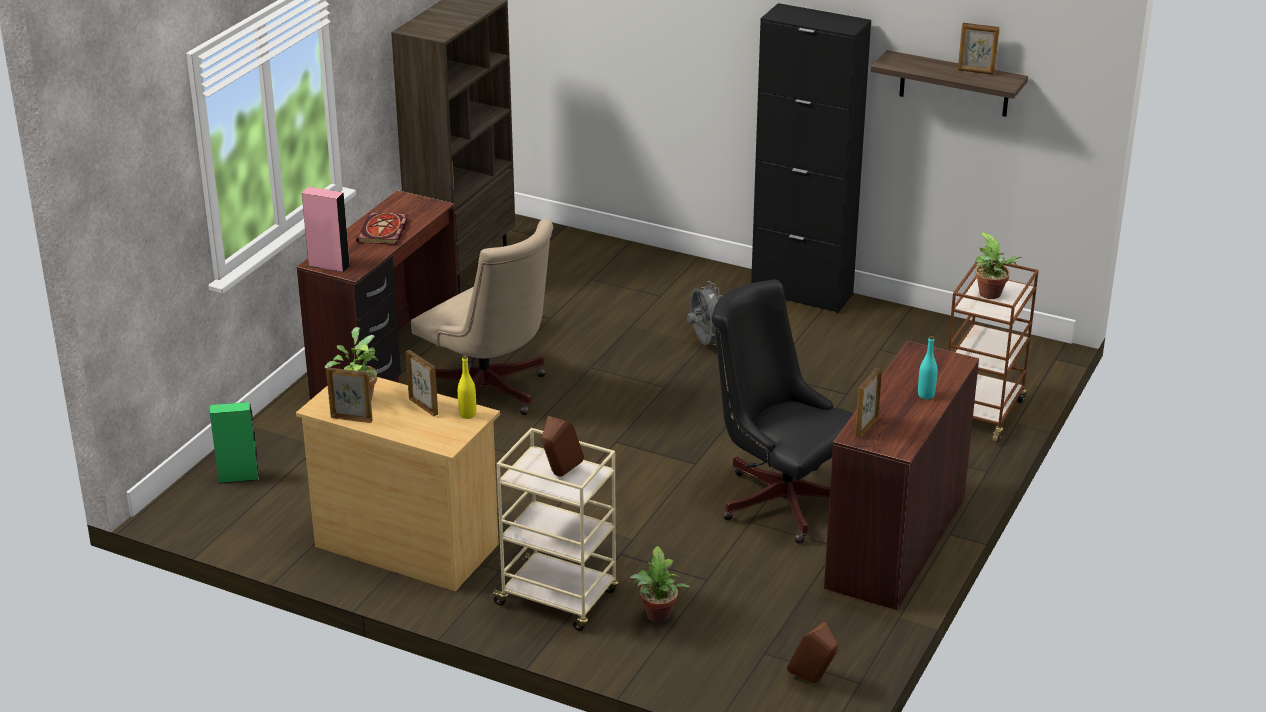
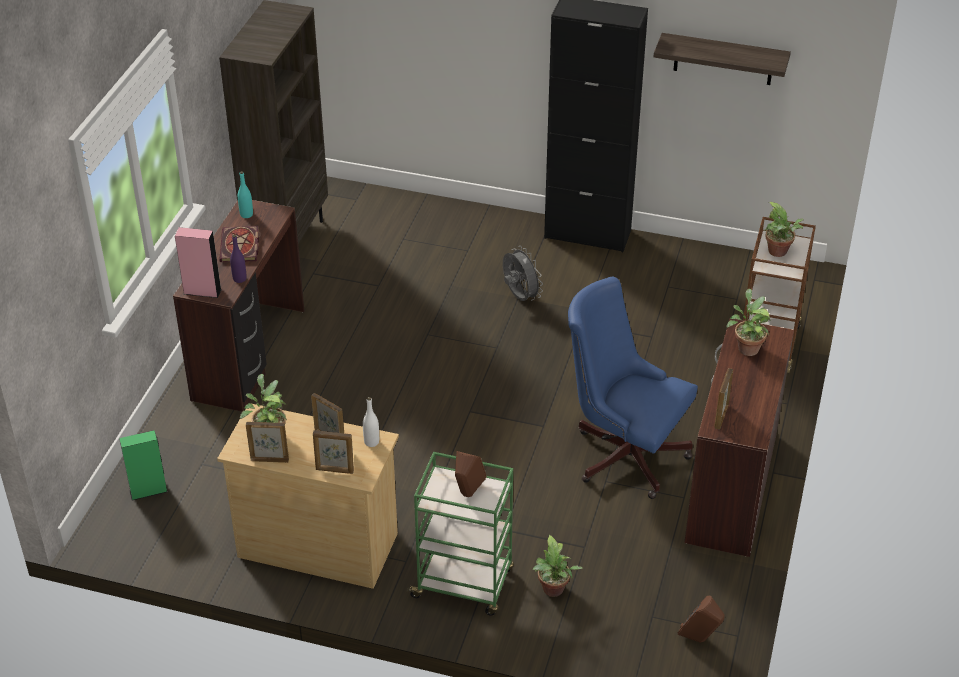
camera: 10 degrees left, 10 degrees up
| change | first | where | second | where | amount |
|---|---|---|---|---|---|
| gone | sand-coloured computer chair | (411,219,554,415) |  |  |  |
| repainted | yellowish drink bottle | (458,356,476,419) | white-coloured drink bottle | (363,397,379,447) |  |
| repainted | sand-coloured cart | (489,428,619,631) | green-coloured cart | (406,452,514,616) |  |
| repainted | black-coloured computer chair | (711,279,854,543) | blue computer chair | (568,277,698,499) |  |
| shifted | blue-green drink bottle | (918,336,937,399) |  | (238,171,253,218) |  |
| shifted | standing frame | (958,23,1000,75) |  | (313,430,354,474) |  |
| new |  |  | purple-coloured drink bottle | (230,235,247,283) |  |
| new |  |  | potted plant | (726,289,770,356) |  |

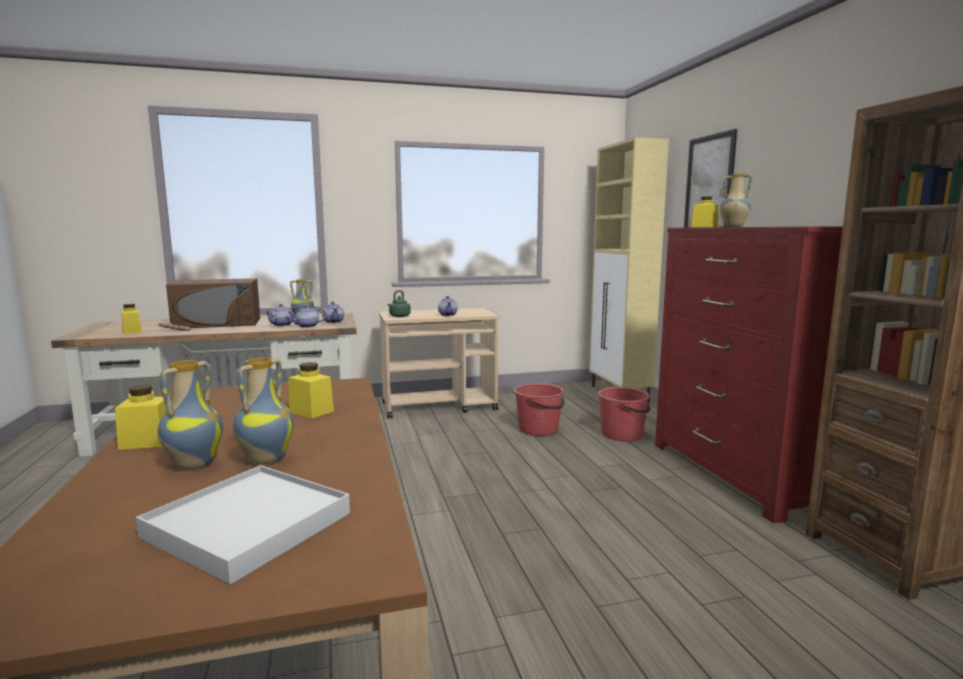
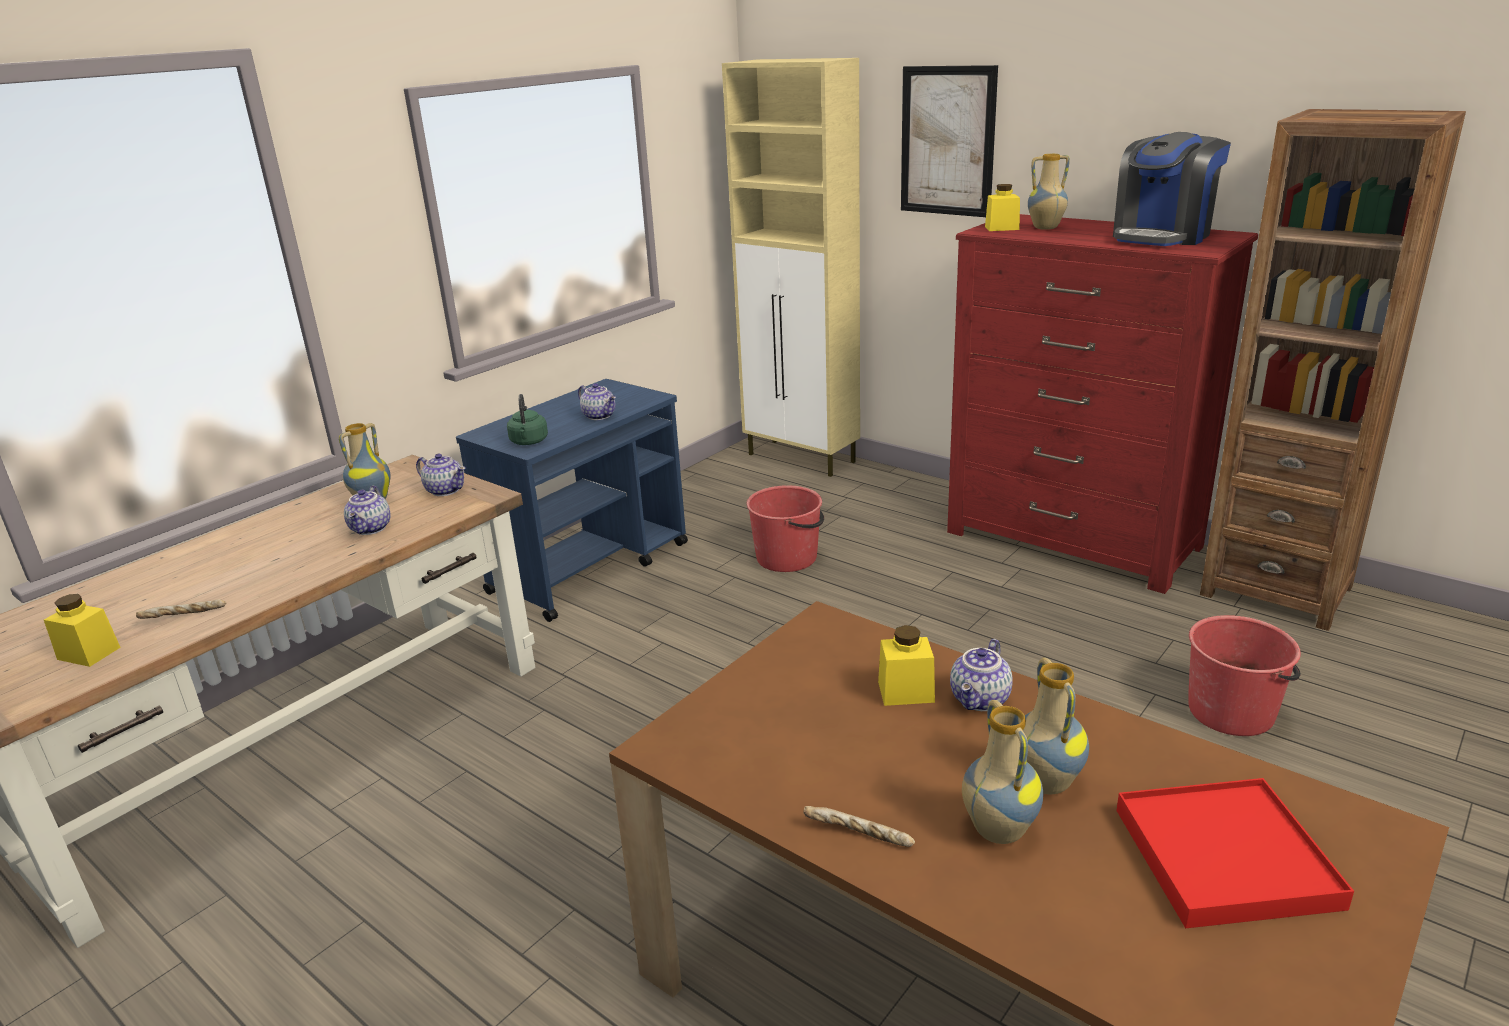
camera: 35 degrees left, 15 degrees up
| change | first | where | second | where | amount |
|---|---|---|---|---|---|
| swapped | yellowish storage jar | (115,385,167,450) | baked bread | (803,806,915,847) |  |
| repainted | white-coloured tray | (136,465,350,584) | reddish tray | (1117,778,1354,928) |  |
| gone | brown-coloured microwave oven | (166,278,260,328) |  |  |  |
| shifted | teapot | (288,305,326,328) |  | (950,639,1013,711) |  |
| repainted | sand-coloured cart | (379,308,499,419) | blue cart | (456,379,688,622) |  |
| shifted | reddish water bucket | (598,387,650,441) |  | (1188,615,1301,736) |  |
| new |  |  | coffee maker | (1113,132,1231,246) |  |

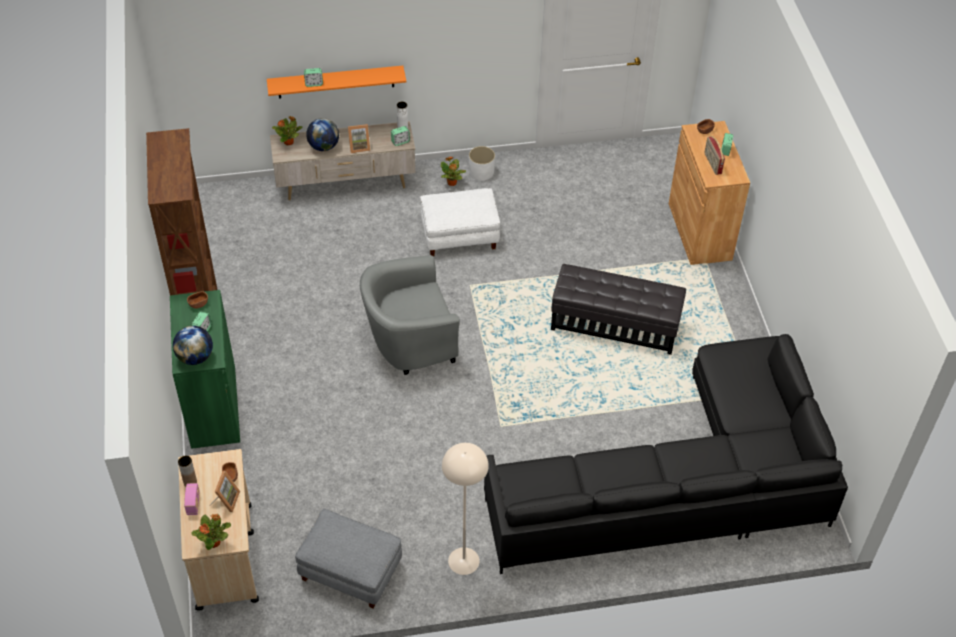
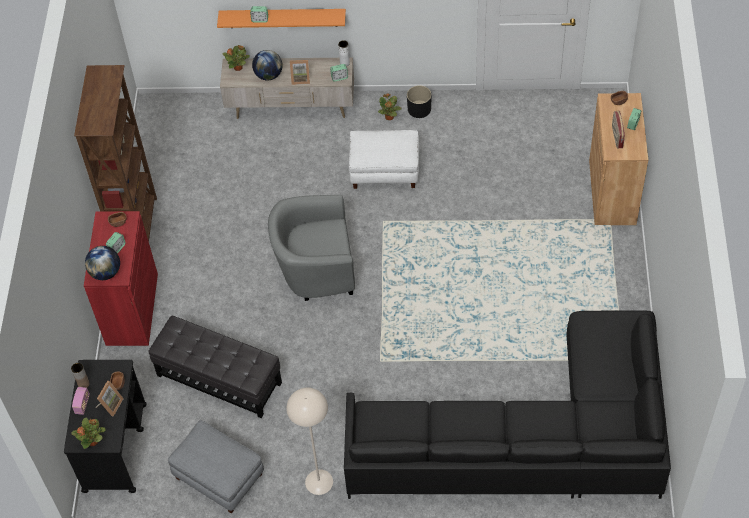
camera: 15 degrees right, 5 degrees up
| change | first | where | second | where | amount |
|---|---|---|---|---|---|
| repainted | green-coloured cupboard | (170,290,240,449) | reddish cupboard | (84,211,158,346) |  |
| repainted | sand-coloured cart | (178,449,259,611) | black-coloured cart | (64,360,146,493) |  |
| repainted | white-coloured flower pot | (469,146,495,181) | black-coloured flower pot | (407,85,431,118) |  |
| shifted | black-coloured pouffe | (551,264,686,355) |  | (148,316,282,418) |  |

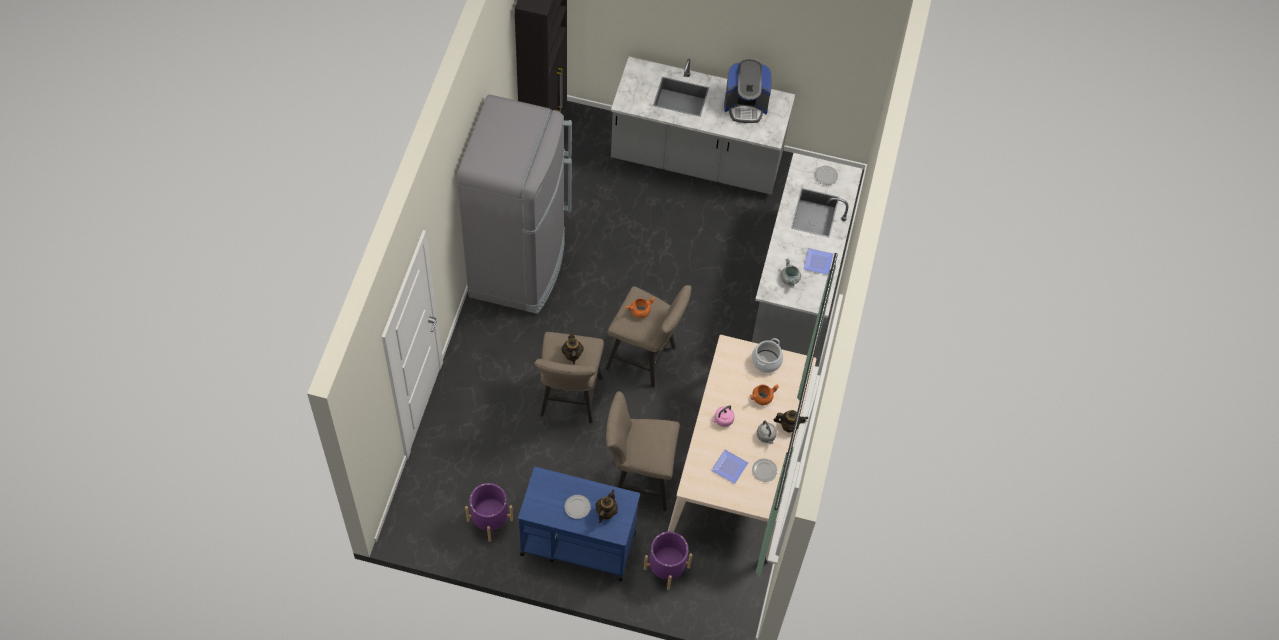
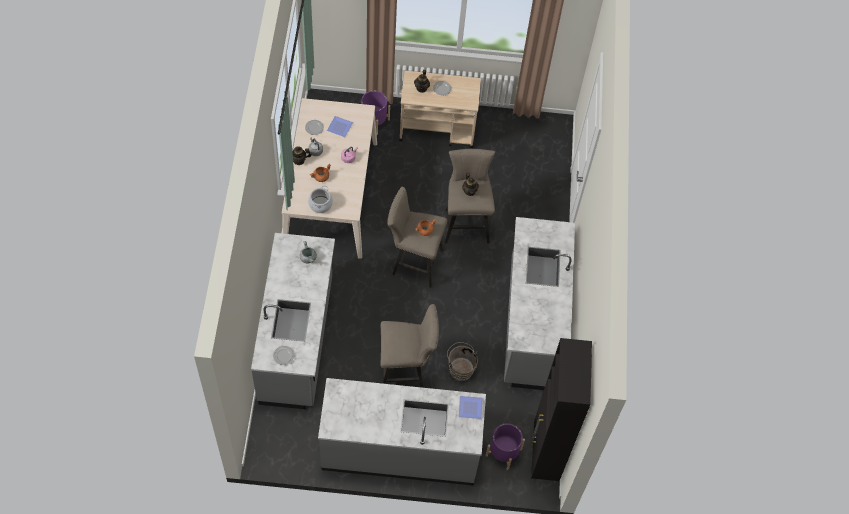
camera: 170 degrees right, 0 degrees up
| change | first | where | second | where | amount |
|---|---|---|---|---|---|
| swapped | gray fridge | (457,95,572,314) | gray counter | (504,217,575,390) |  |
| shifted | purple-coloured flower pot | (465,483,513,542) |  | (485,423,525,470) |  |
| repainted | blue cart | (518,467,640,582) | sand-coloured cart | (399,71,481,148) |  |
| shifted | sand-coloured stool seat | (606,391,680,511) |  | (380,304,439,388) |  |
| gone | coffee maker | (724,59,772,123) |  |  |  |
| shifted | flat dish | (803,248,833,275) |  | (459,396,483,419) |  |
| new |  |  | brown-coloured water bucket | (447,342,478,381) |  |

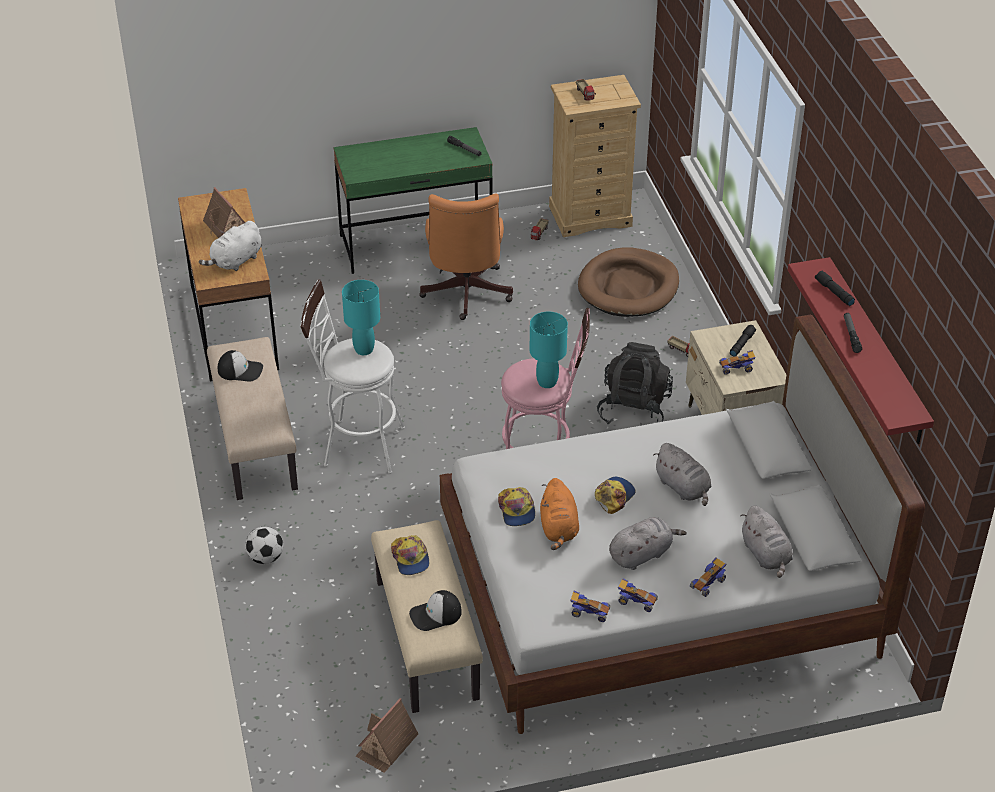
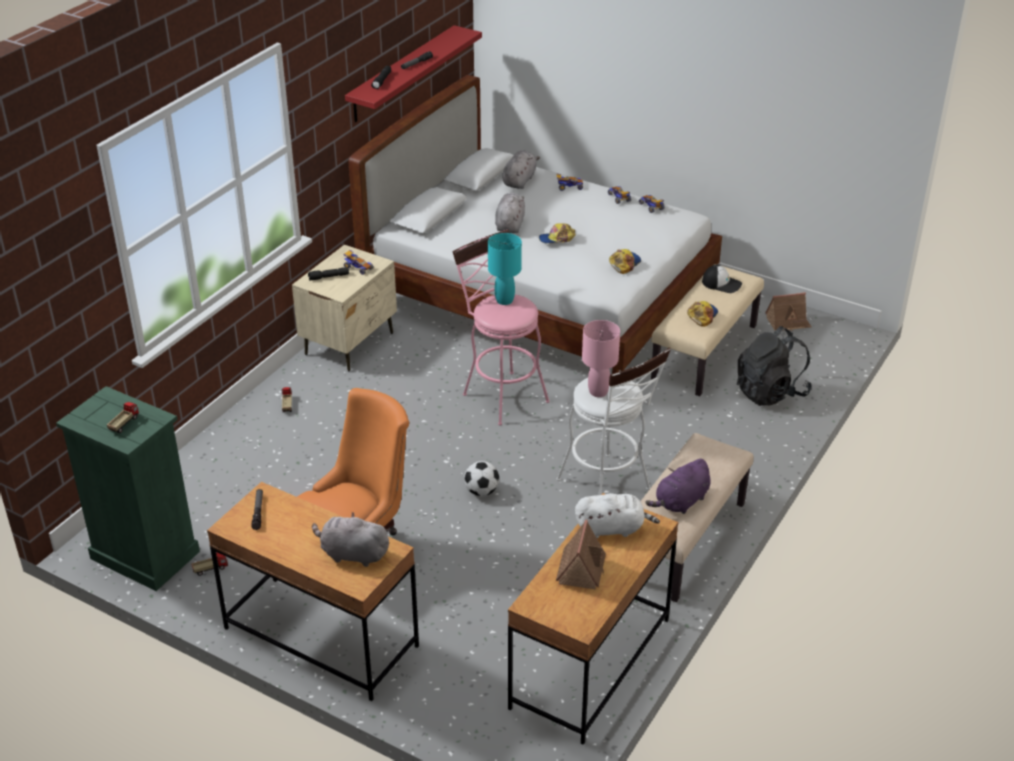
camera: 135 degrees left, 5 degrees down
| change | first | where | second | where | amount |
|---|---|---|---|---|---|
| swapped | peaked cap | (218,350,263,381) | purple-coloured soft toy | (645,459,710,514) |  |
| shifted | football | (245,526,283,564) |  | (464,461,499,496) |  |
| repainted | green-coloured desk table | (333,127,493,274) | brown-coloured desk table | (207,482,419,701) |  |
| repainted | blue-green tabletop lamp | (342,280,380,355) | pinkish tabletop lamp | (582,320,620,397) |  |
| gone | orange soft toy | (540,478,579,550) |  |  |  |
| repainted | sand-coloured drawer chest | (549,75,641,237) | green-coloured drawer chest | (56,386,200,591) |  |
| gone | brown-coloured pet bed | (578,248,679,317) |  |  |  |
| shifted | black-coloured backpack | (597,342,673,424) |  | (737,326,812,406) |  |
| shifted | gray soft toy | (609,517,687,570) |  | (312,512,391,567) |  |

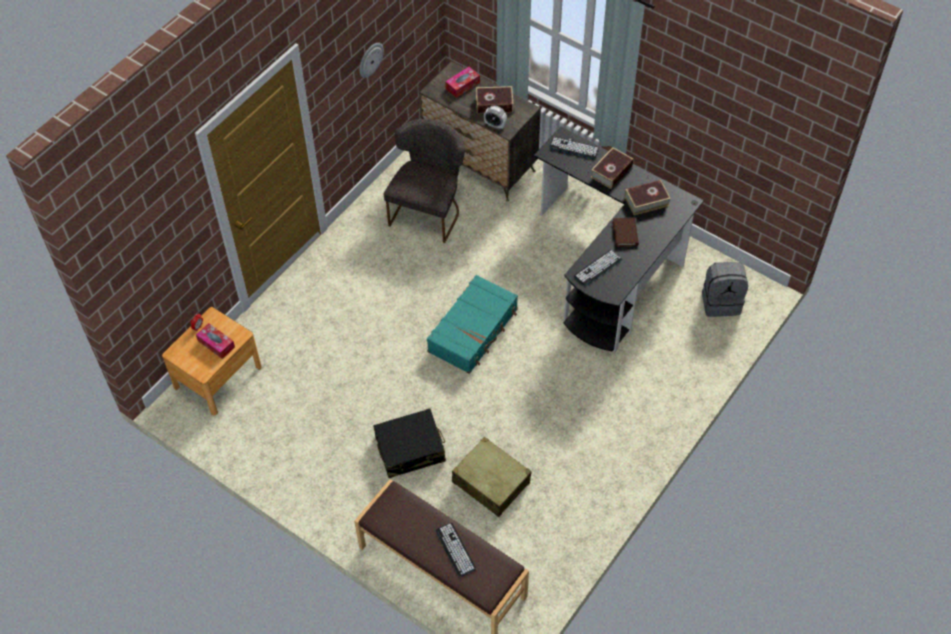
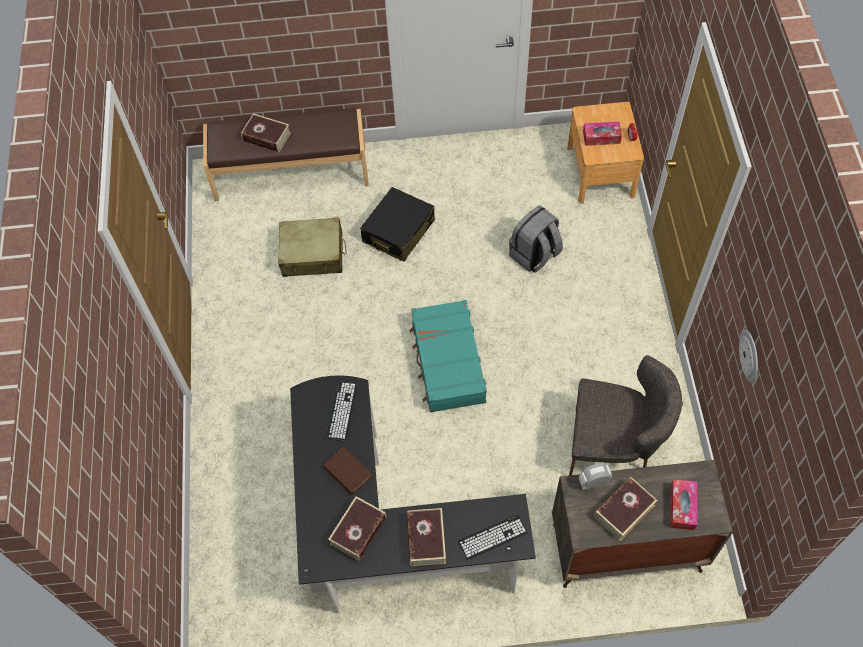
camera: 140 degrees right, 5 degrees up
| change | first | where | second | where | amount |
|---|---|---|---|---|---|
| rotated | gray upright chair | (384,119,465,243) |  | (569,355,683,475) | 60 degrees counterclockwise |
| swapped | PC keyboard | (435,523,476,577) | book | (241,114,291,152) |  |
| shifted | gray backpack | (702,262,748,317) |  | (509,205,563,273) |  |

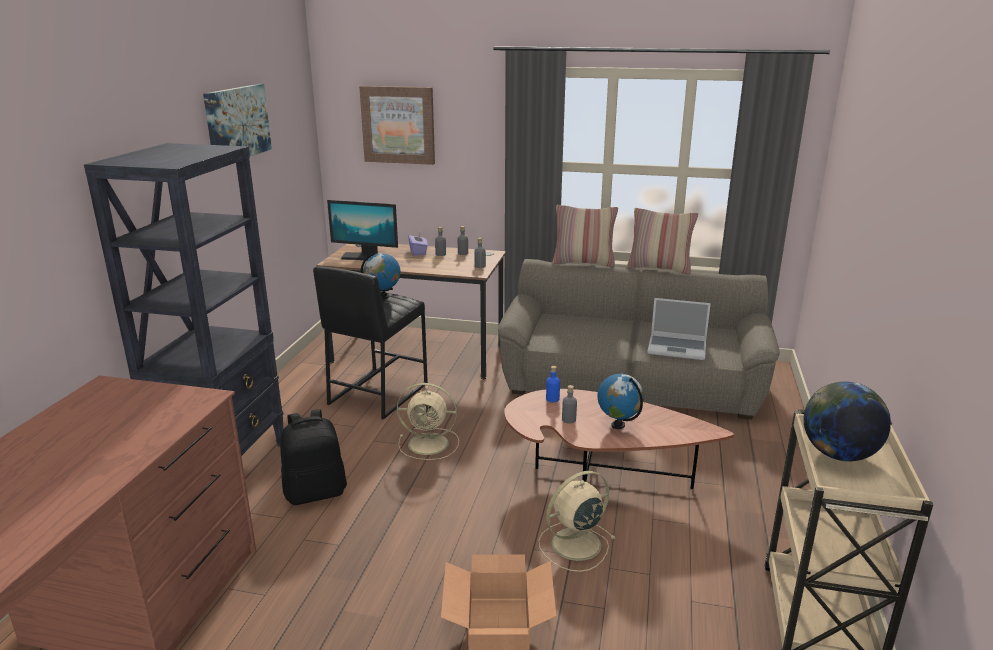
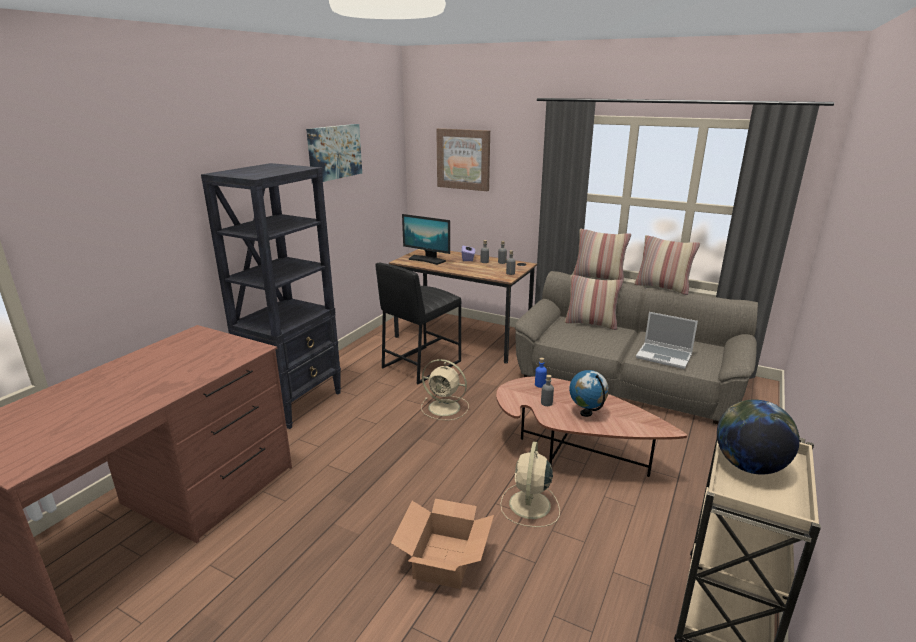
camera: 15 degrees right, 0 degrees up
| change | first | where | second | where | amount |
|---|---|---|---|---|---|
| gone | black-coloured backpack | (280,409,347,505) |  |  |  |
| gone | desk globe | (361,253,401,299) |  |  |  |
| rotated | sand-coloured cooling fan | (538,471,616,572) |  | (500,441,560,527) | 60 degrees counterclockwise |
| new |  |  | pillow | (564,275,623,330) |  |

